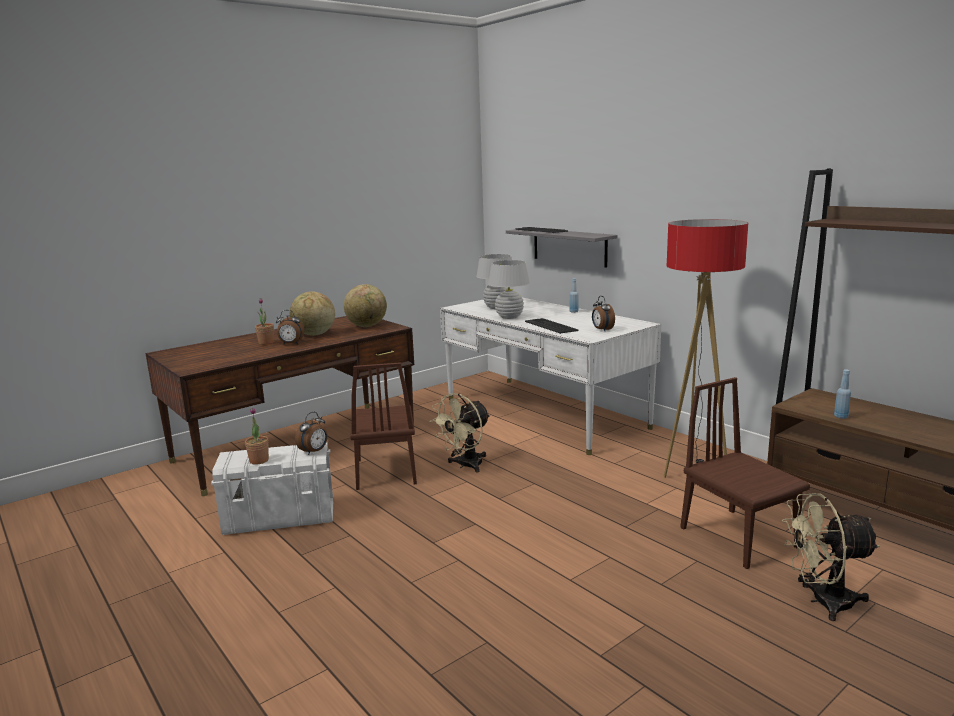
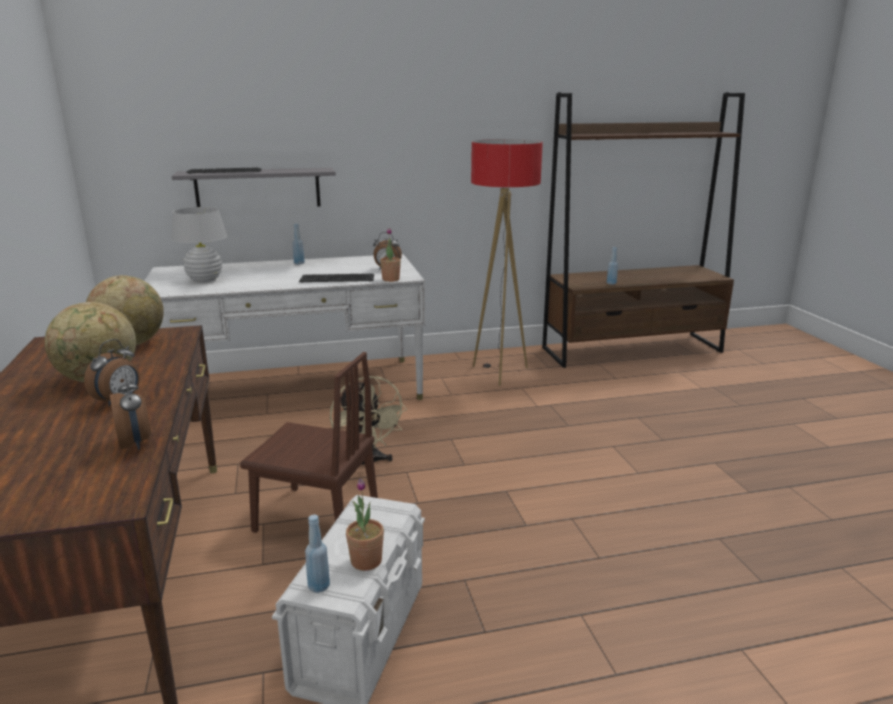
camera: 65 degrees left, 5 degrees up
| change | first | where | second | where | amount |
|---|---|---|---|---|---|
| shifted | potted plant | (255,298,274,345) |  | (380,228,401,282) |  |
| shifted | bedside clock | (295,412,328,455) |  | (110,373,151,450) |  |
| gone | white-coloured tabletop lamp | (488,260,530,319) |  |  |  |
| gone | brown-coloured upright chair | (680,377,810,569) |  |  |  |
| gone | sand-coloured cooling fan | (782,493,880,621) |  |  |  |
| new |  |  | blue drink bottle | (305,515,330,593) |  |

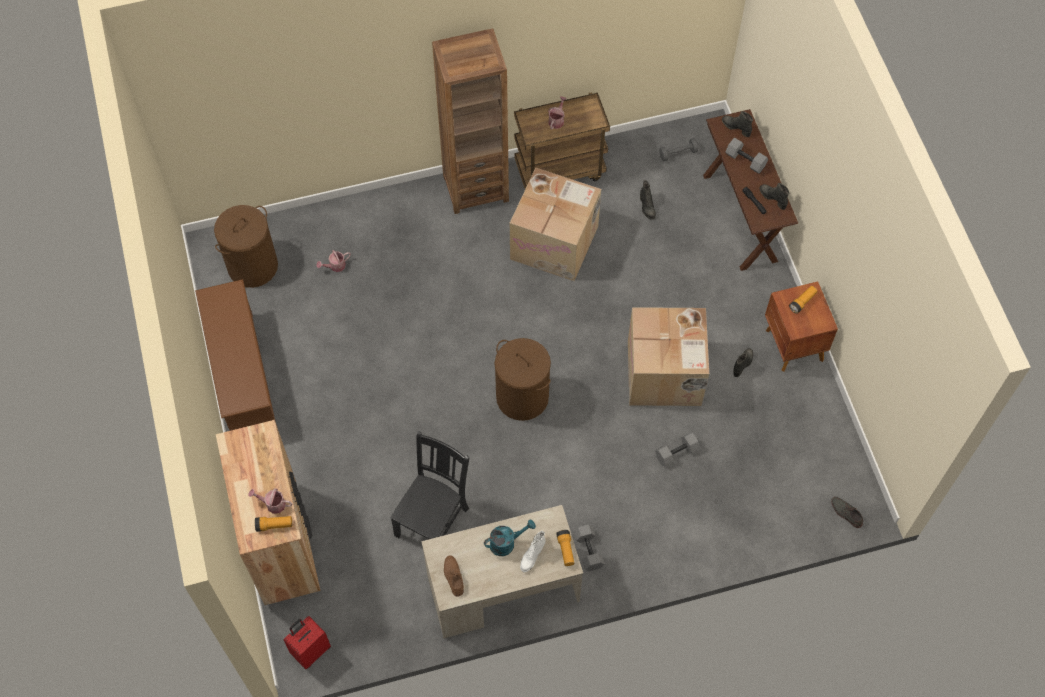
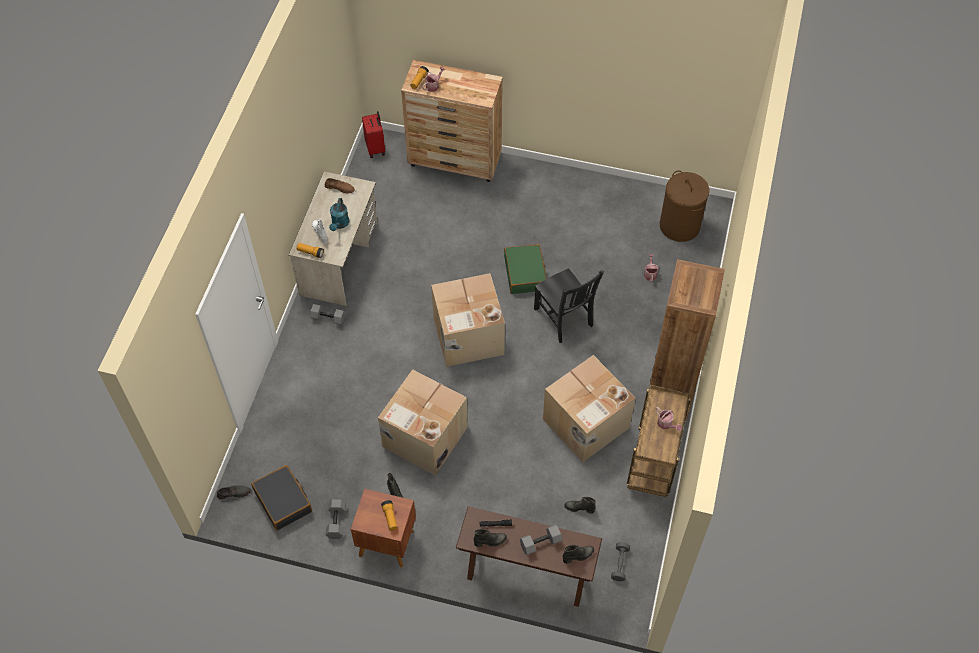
camera: 120 degrees right, 5 degrees down
| change | first | where | second | where | amount |
|---|---|---|---|---|---|
| gone | brown-coloured shoe stand | (195,279,278,431) |  |  |  |
| shifted | black-coloured upright chair | (390,431,470,539) |  | (534,268,604,343) |  |
| swapped | brown-coloured washing basket | (494,338,551,421) | cardboard box | (431,273,505,367) |  |
| shifted | gray dumbbell | (655,433,700,466) |  | (326,499,346,539) |  |
| new |  |  | black-coloured travel case | (251,465,312,531) |  |
| new |  |  | green-coloured travel case | (504,244,546,294) |  |

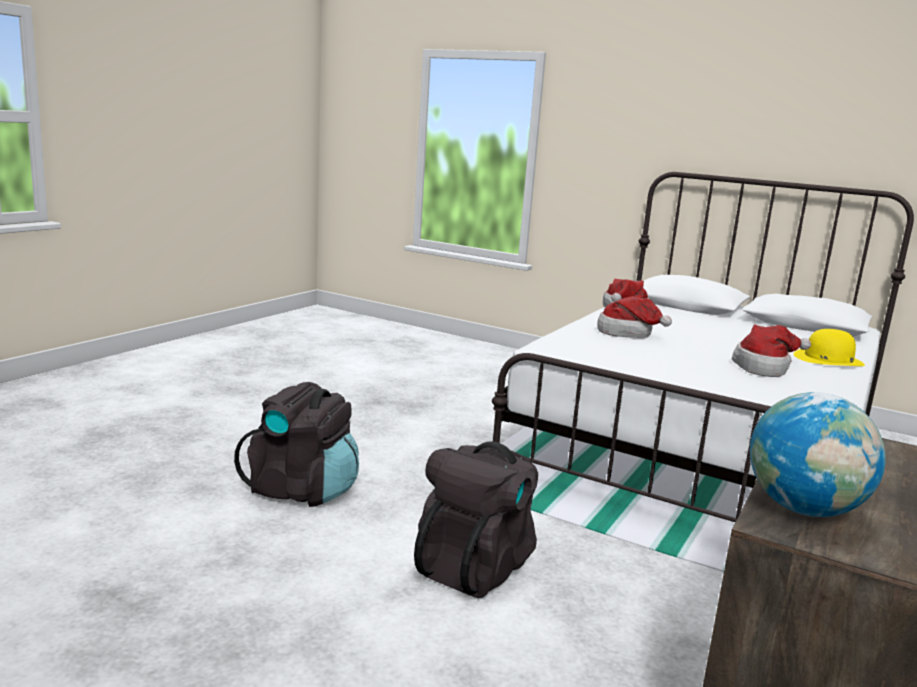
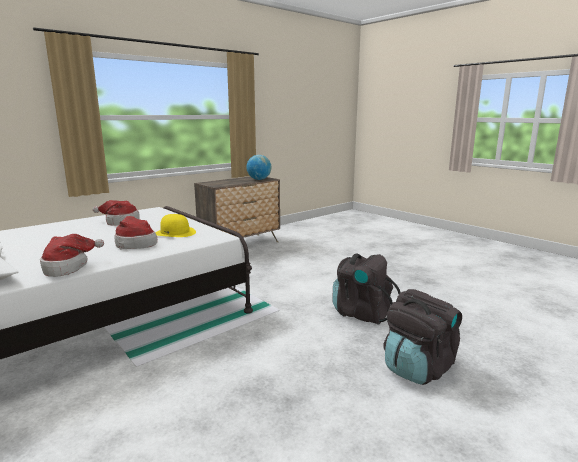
camera: 160 degrees left, 0 degrees up
| change | first | where | second | where | amount |
|---|---|---|---|---|---|
| shifted | black-coloured backpack | (414,441,538,598) |  | (383,289,462,385) |  |
| shifted | yellowish wearable hat | (794,329,865,366) |  | (155,214,196,237) |  |

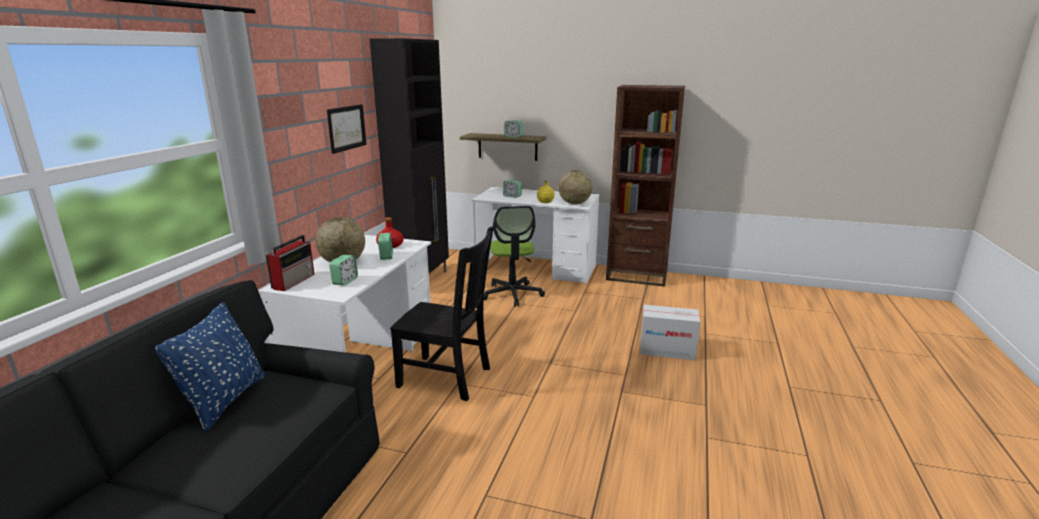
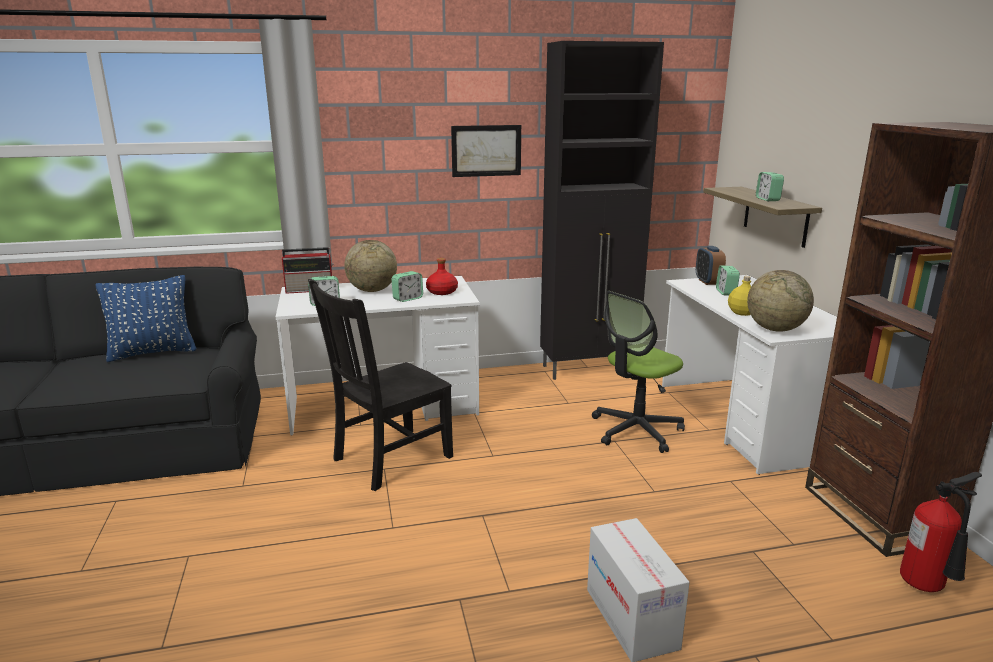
camera: 60 degrees right, 0 degrees up
| change | first | where | second | where | amount |
|---|---|---|---|---|---|
| rotated | black-coloured upright chair | (390,226,494,401) |  | (308,279,453,491) | 60 degrees clockwise |
| new |  |  | bedside clock | (696,246,726,285) |  |
| new |  |  | extinguisher | (900,472,982,592) |  |

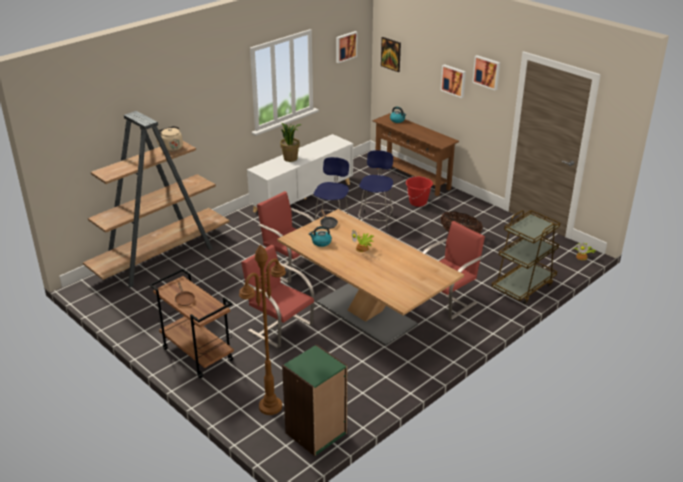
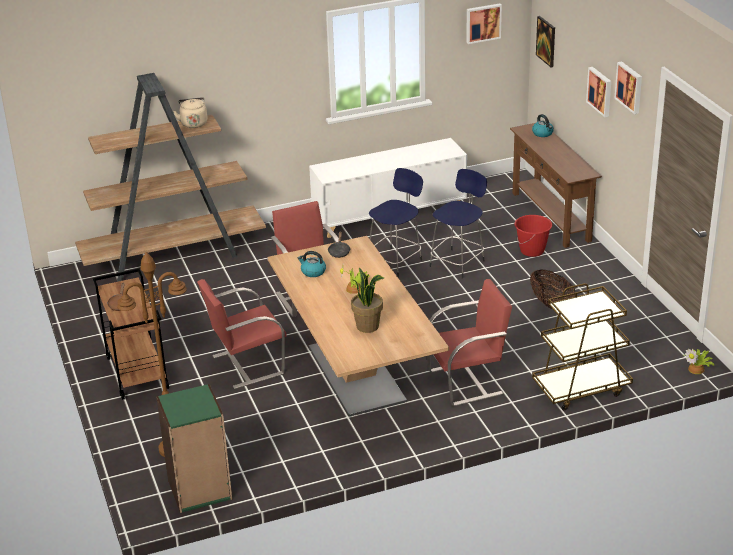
camera: 25 degrees right, 0 degrees up
| change | first | where | second | where | amount |
|---|---|---|---|---|---|
| rotated | reddish upright chair | (241,245,314,348) |  | (197,279,287,389) | 90 degrees counterclockwise |
| shifted | potted plant | (280,123,301,162) |  | (351,268,384,333) |  |

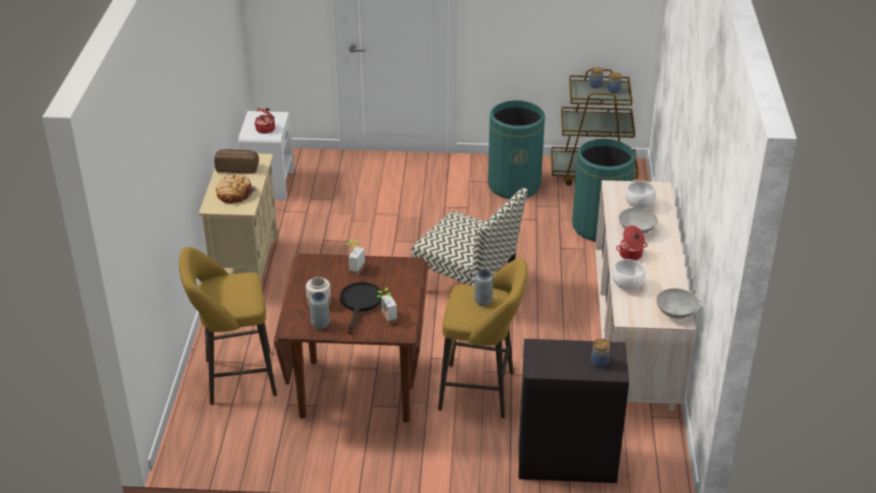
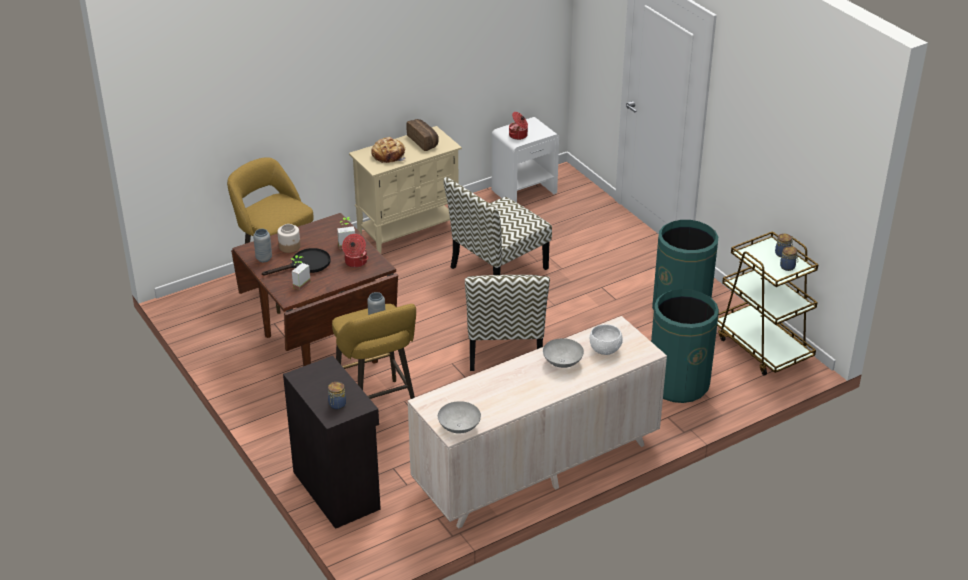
camera: 55 degrees right, 0 degrees up
| change | first | where | second | where | amount |
|---|---|---|---|---|---|
| gone | white-coloured bowl | (612,259,645,290) |  |  |  |
| shifted | stockpot | (616,225,647,260) |  | (342,234,368,268) |  |
| new |  |  | upright chair | (444,177,552,275) |  |

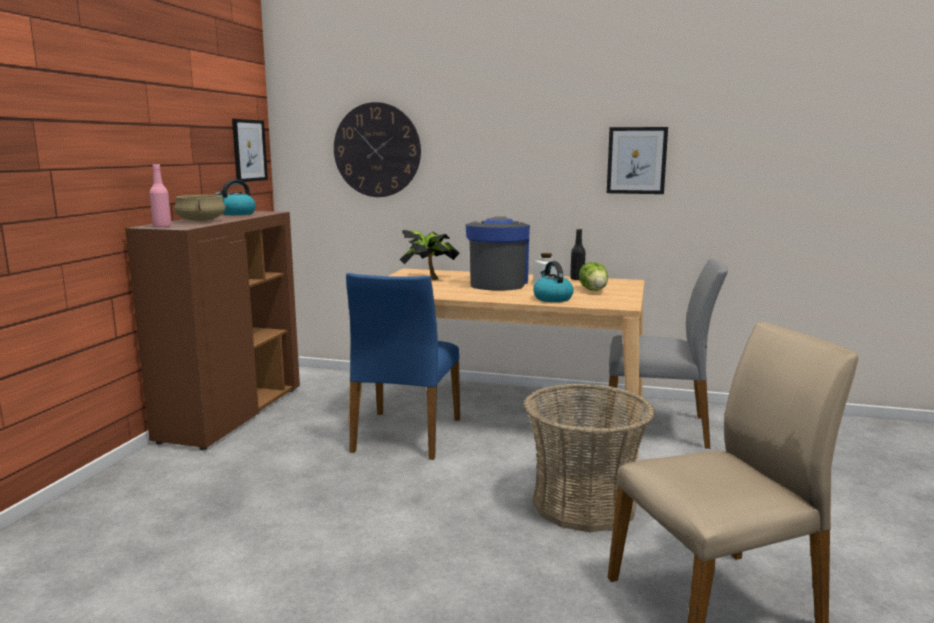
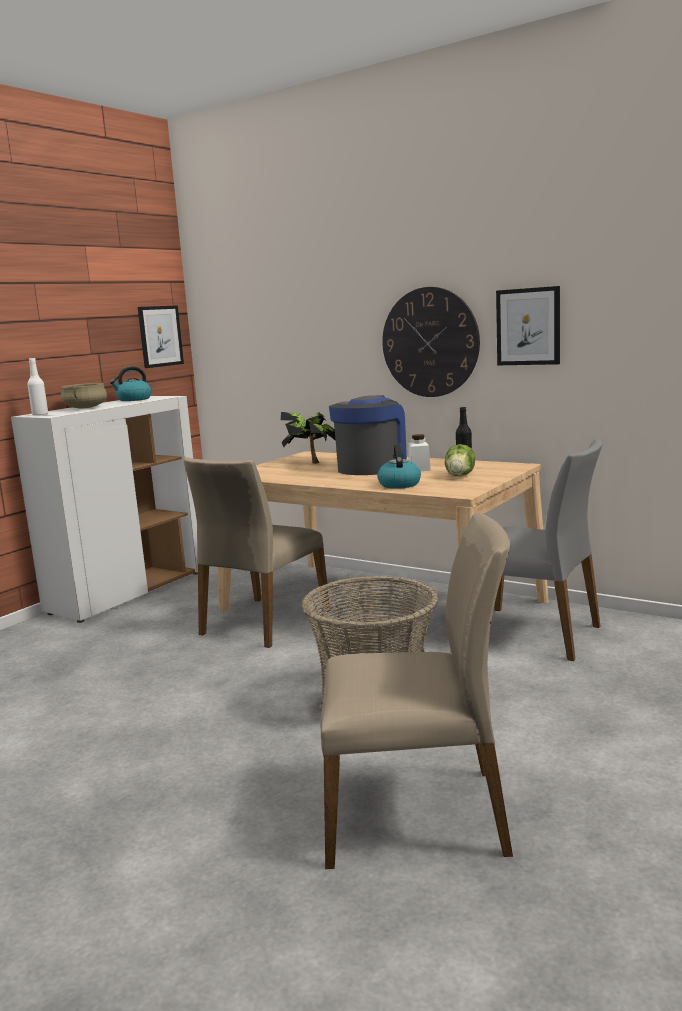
camera: 20 degrees right, 0 degrees up
| change | first | where | second | where | amount |
|---|---|---|---|---|---|
| repainted | brown-coloured cupboard | (125,211,300,450) | white-coloured cupboard | (11,396,198,623) |  |
| repainted | pinkish drink bottle | (150,164,171,227) | white-coloured drink bottle | (27,358,48,416) |  |
| shifted | wall clock | (334,102,421,197) |  | (382,287,480,397) |  |
| repainted | blue upright chair | (346,273,460,460) | sand-coloured upright chair | (184,457,330,648) |  |

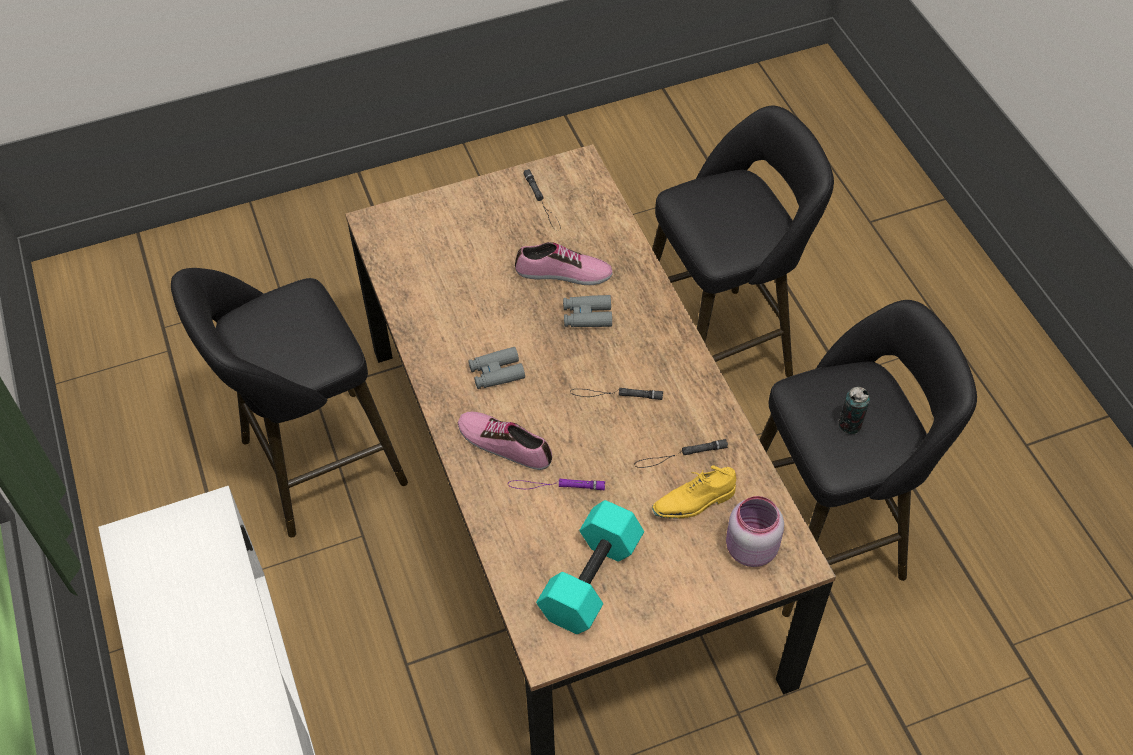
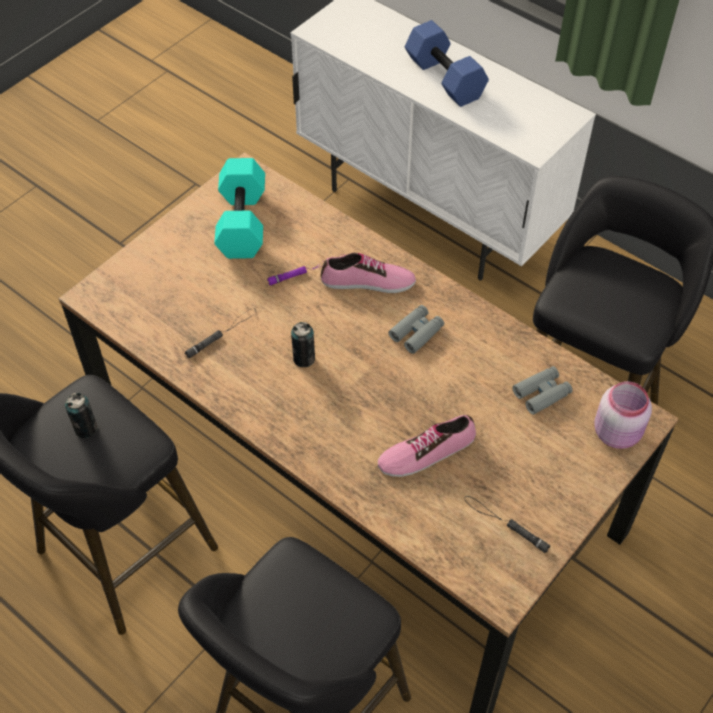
camera: 150 degrees right, 0 degrees up
| change | first | where | second | where | amount |
|---|---|---|---|---|---|
| shifted | gray field glasses | (563,295,612,327) |  | (513,366,573,415) |  |
| swapped | black-coloured flashlight | (570,388,663,400) | metal can | (291,322,315,367) |  |
| gone | yellowish shoe | (652,465,736,518) |  |  |  |
| shifted | pinkish storage jar | (726,496,784,567) |  | (594,381,652,449) |  |
| new |  |  | blue dumbbell | (405,20,489,107) |  |

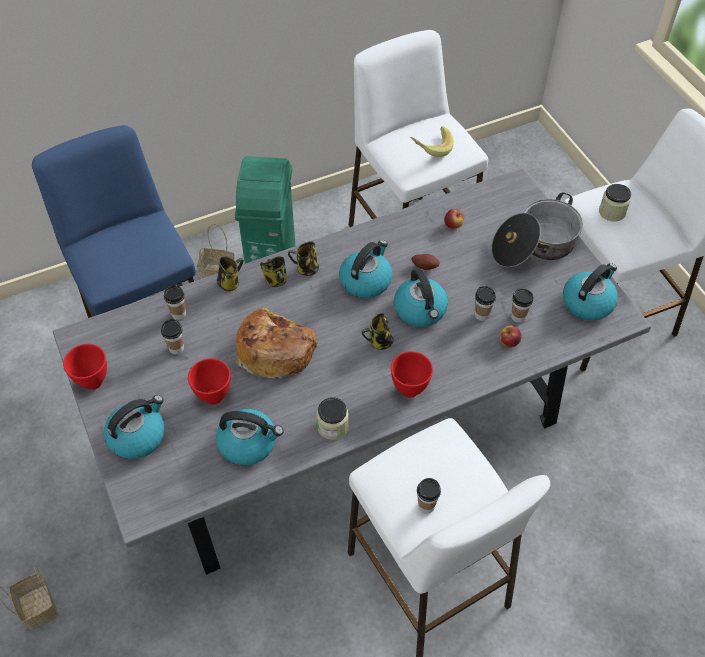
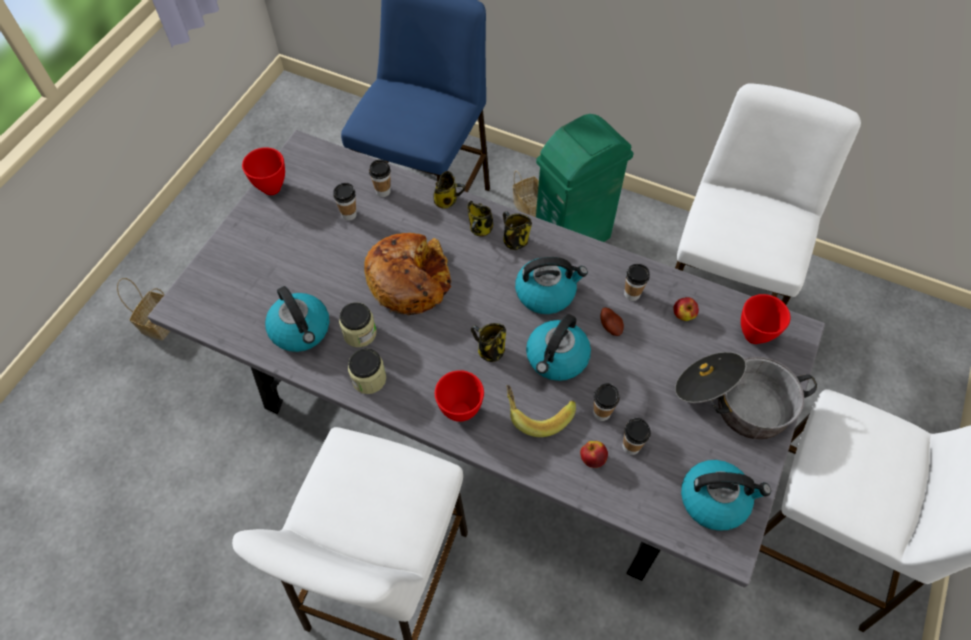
camera: 50 degrees right, 5 degrees up
| change | first | where | second | where | amount |
|---|---|---|---|---|---|
| gone | tea kettle | (104,395,165,459) |  |  |  |
| shifted | reddish bowl | (188,358,231,405) |  | (741,294,790,344) |  |
| shifted | banana fruit | (410,126,454,157) |  | (506,385,576,437) |  |
| shifted | drinking cup | (417,478,441,513) |  | (624,264,650,301) |  |
| shifted | storage jar | (599,184,631,222) |  | (339,302,377,347) |  |

